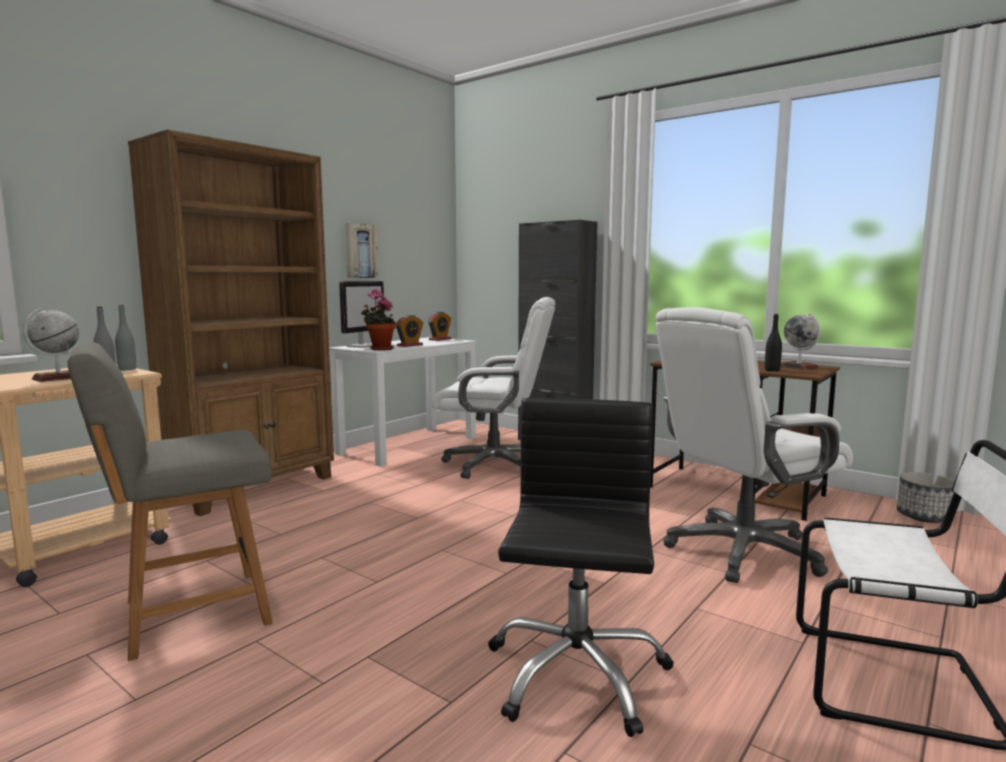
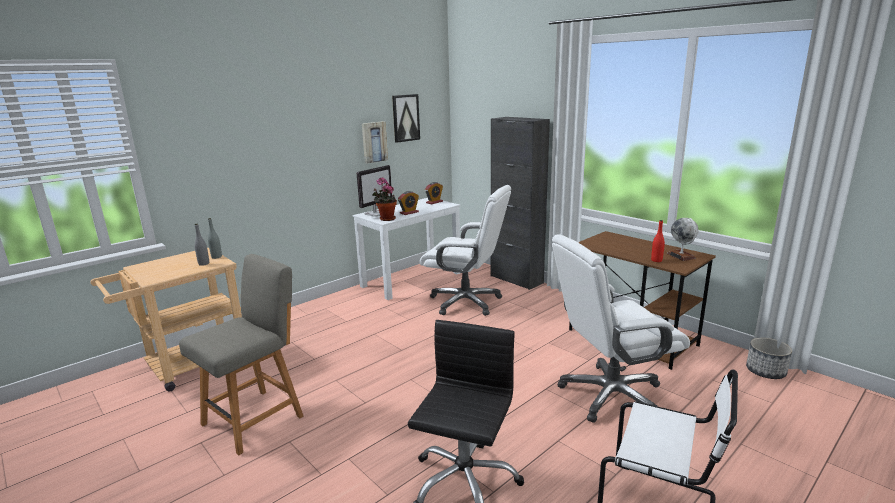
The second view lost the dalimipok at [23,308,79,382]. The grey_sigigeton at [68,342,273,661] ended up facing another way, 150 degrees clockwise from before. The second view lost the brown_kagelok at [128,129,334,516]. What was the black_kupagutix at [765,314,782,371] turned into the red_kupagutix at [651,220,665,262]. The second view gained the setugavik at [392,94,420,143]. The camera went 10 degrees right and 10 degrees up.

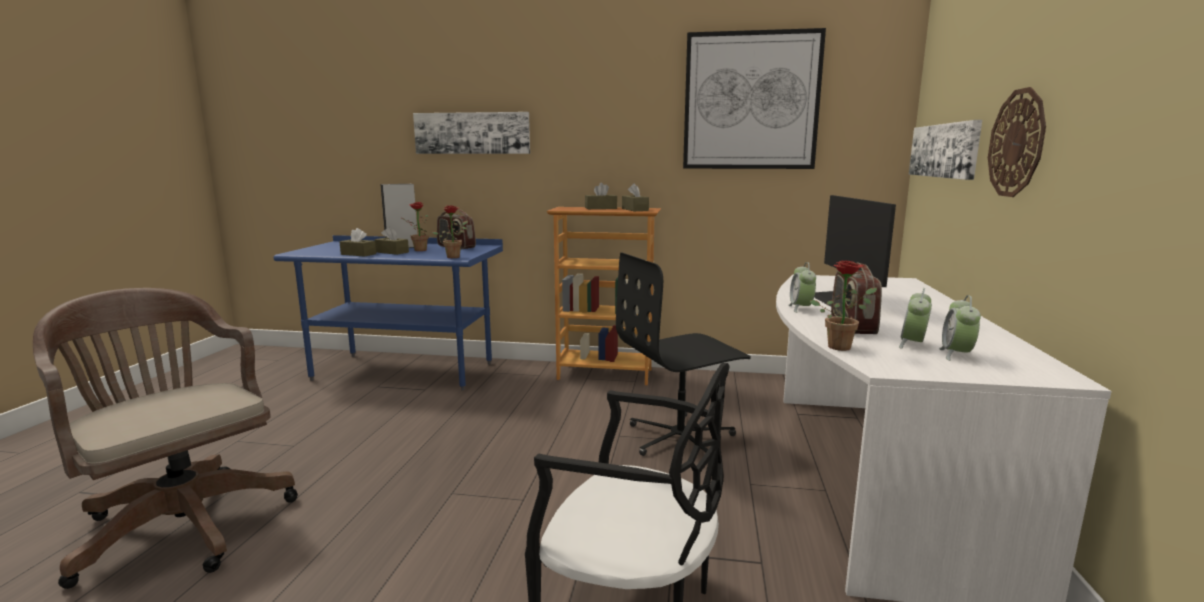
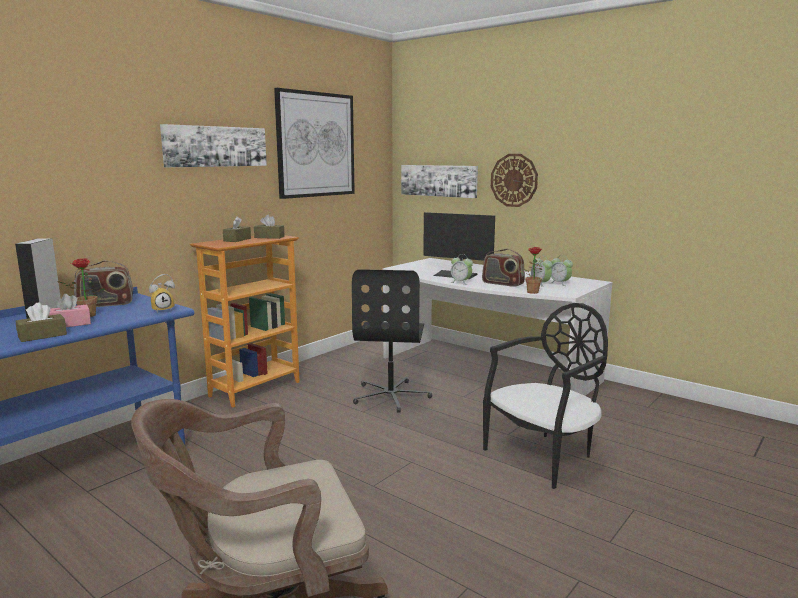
What was the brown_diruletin at [374,227,409,255] turned into the pink_diruletin at [49,294,91,327]. The setugavik ended up elsewhere, having gone from [413,112,530,154] to [160,124,267,167]. Where the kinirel stood at [432,205,468,258], the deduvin came to stand at [149,274,175,313]. The camera went 60 degrees left and 0 degrees up.

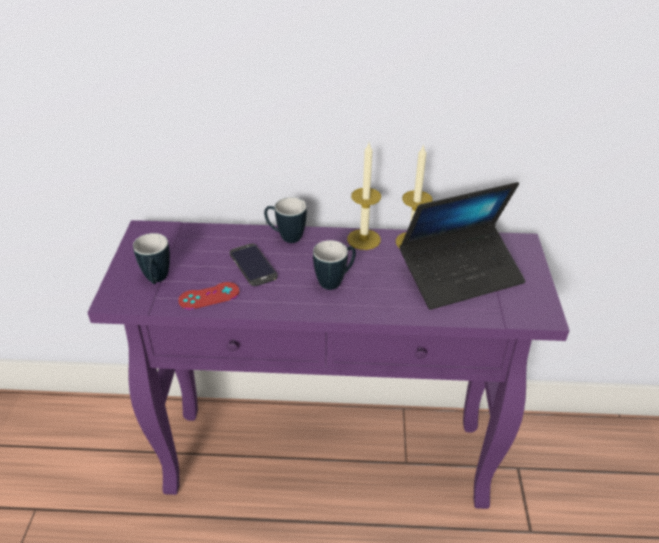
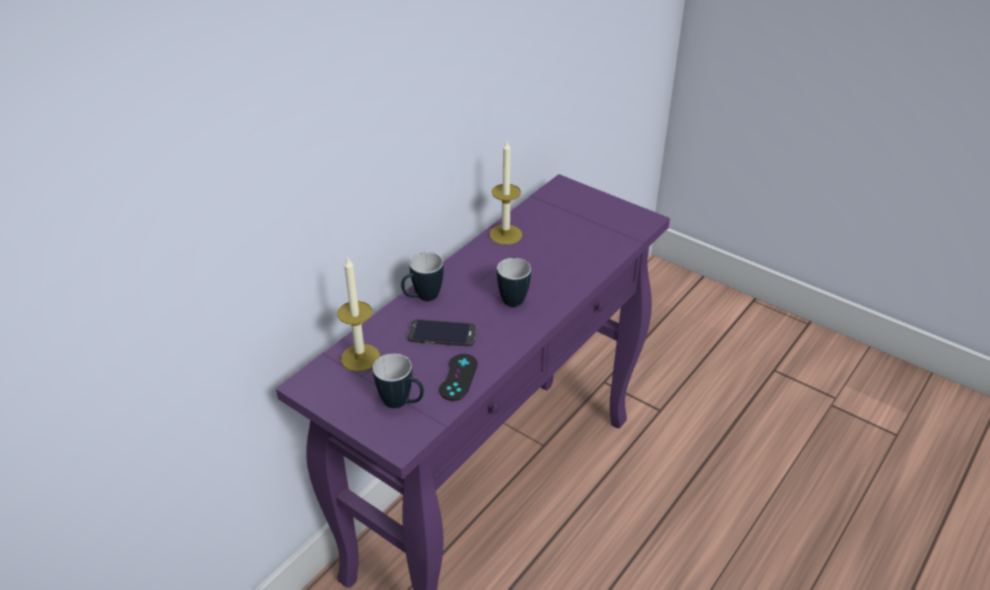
What was the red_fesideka at [178,282,239,309] turned into the black_fesideka at [439,354,478,401]. The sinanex ended up elsewhere, having gone from [347,143,381,250] to [337,256,380,372]. The second view lost the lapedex at [400,182,525,310]. The camera went 55 degrees left and 0 degrees up.

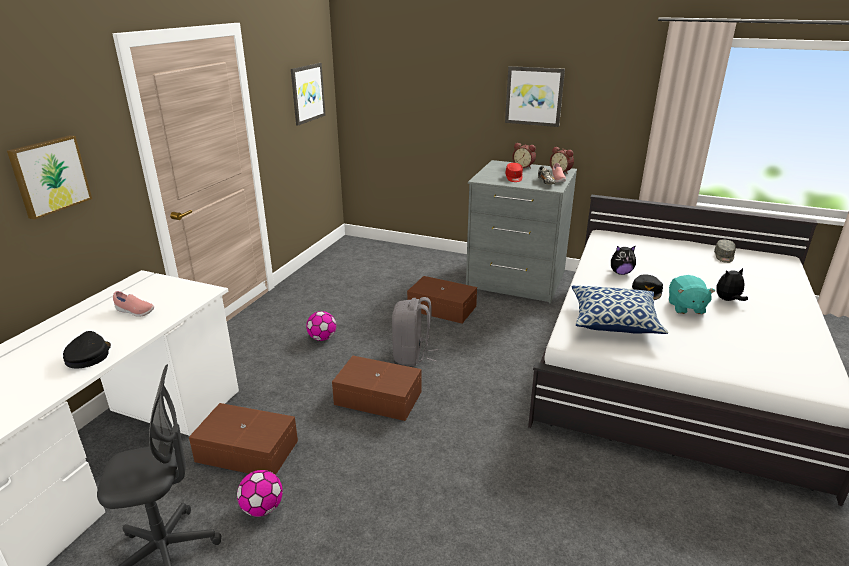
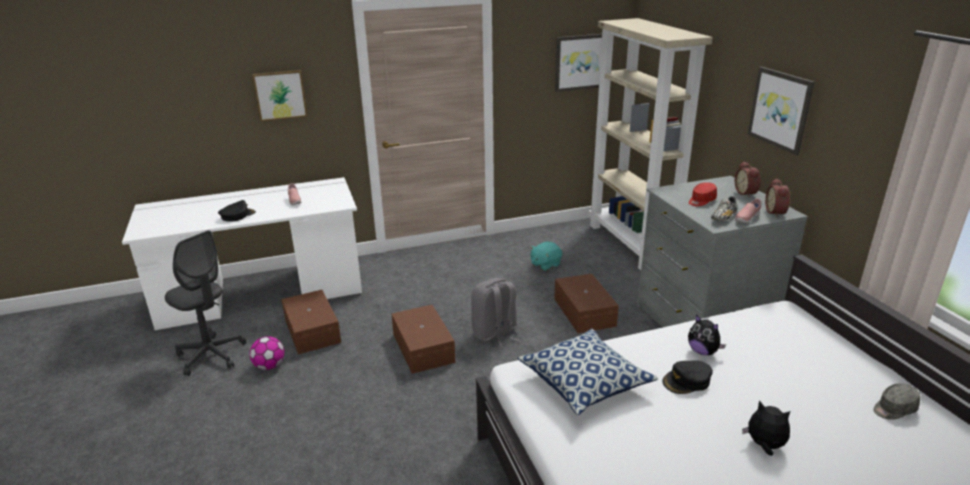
The second view lost the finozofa at [306,311,336,341]. The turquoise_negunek ended up elsewhere, having gone from [669,275,715,314] to [530,242,562,271]. The second view gained the beige_kagelok at [589,18,713,270]. The camera went 50 degrees right and 0 degrees up.

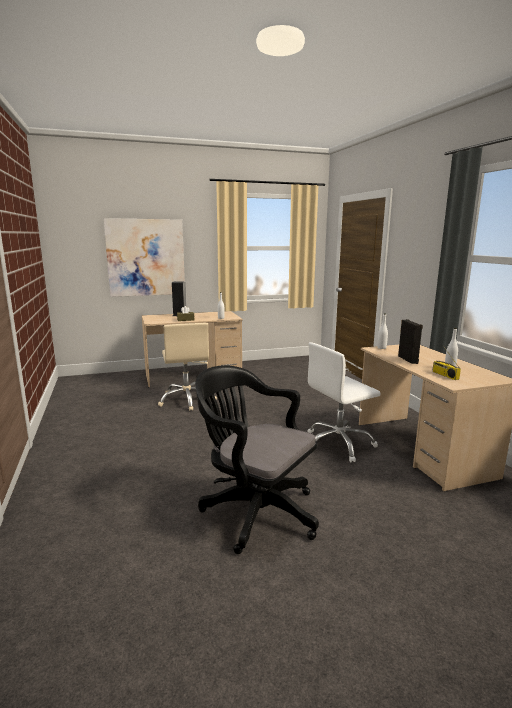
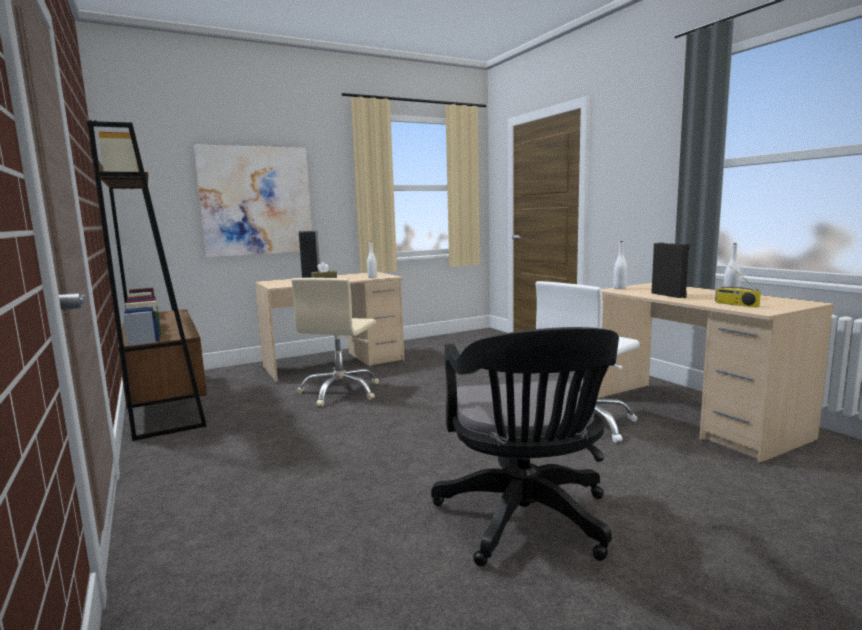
The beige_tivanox at [158,323,217,411] ended up facing another way, 45 degrees clockwise from before. The black_tivanox at [195,365,319,554] ended up facing another way, 120 degrees counterclockwise from before. The second view gained the brown_kagelok at [87,120,207,441]. The camera went 10 degrees left and 5 degrees down.

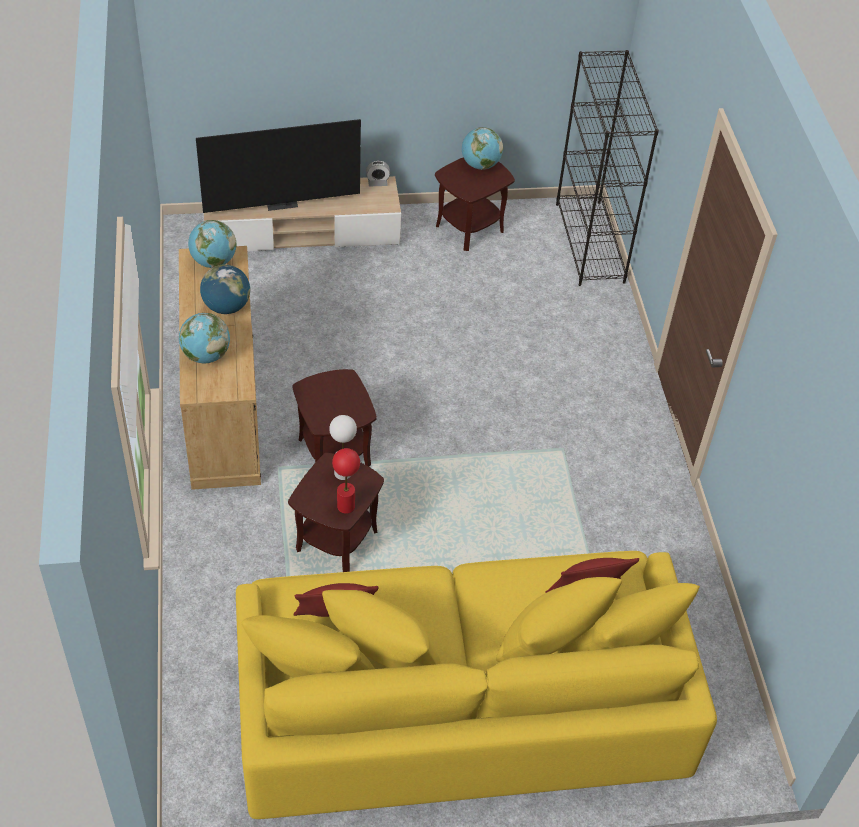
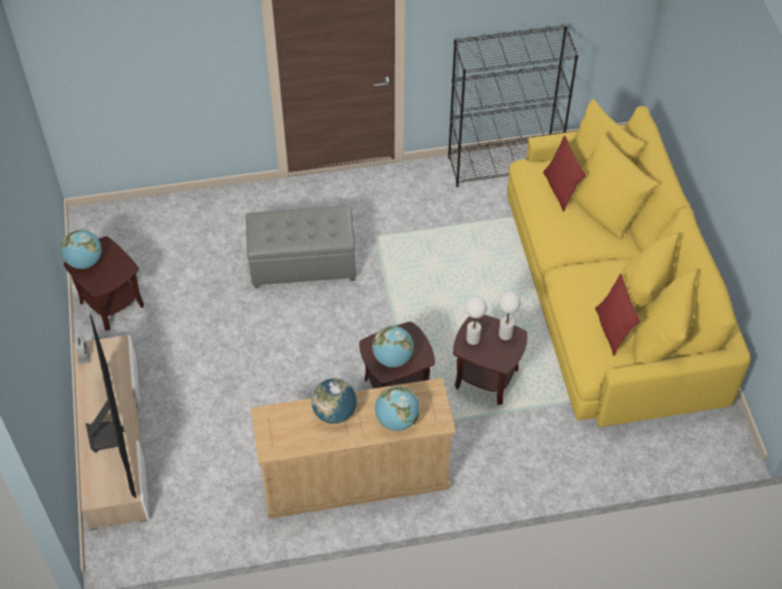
The dalimipok ended up elsewhere, having gone from [188,220,236,268] to [372,326,414,367]. What was the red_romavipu at [332,448,360,514] turned into the white_romavipu at [499,292,521,340]. The black_kagelok ended up elsewhere, having gone from [556,50,659,286] to [448,25,578,187]. The second view gained the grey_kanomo at [246,206,356,288]. The camera went 90 degrees left and 5 degrees up.

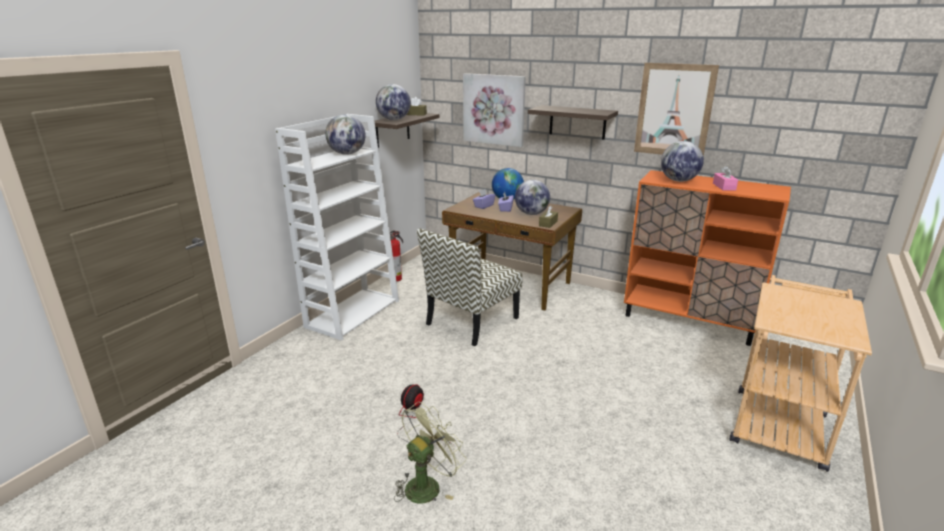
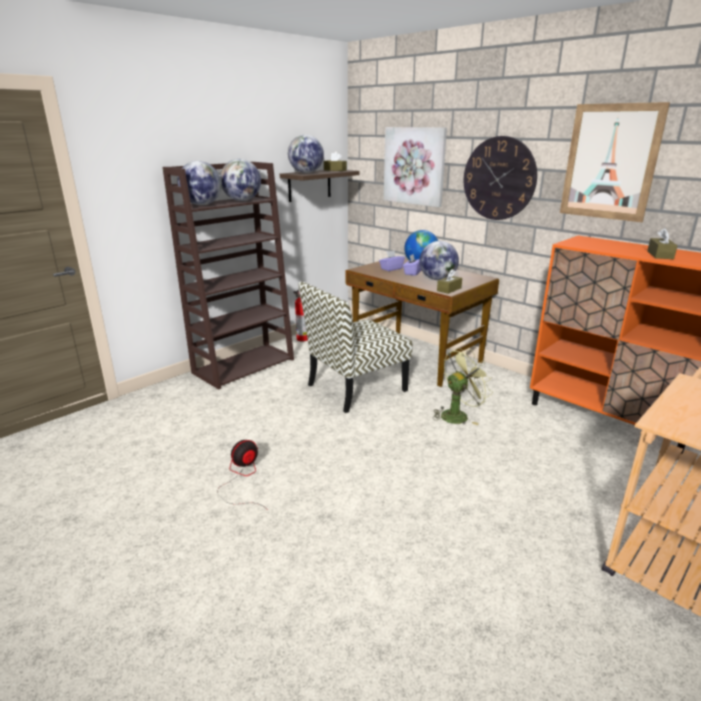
What was the white_kagelok at [275,114,399,341] turned into the brown_kagelok at [162,162,294,390]. The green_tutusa ended up elsewhere, having gone from [394,402,466,504] to [433,348,493,425]. Where the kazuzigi hung at [528,105,618,139], the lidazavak came to hang at [464,136,537,220]. The dalimipok ended up elsewhere, having gone from [661,141,704,182] to [177,161,222,205]. What was the pink_diruletin at [713,166,738,190] turned into the brown_diruletin at [647,228,678,259]. The camera went 15 degrees right and 0 degrees up.

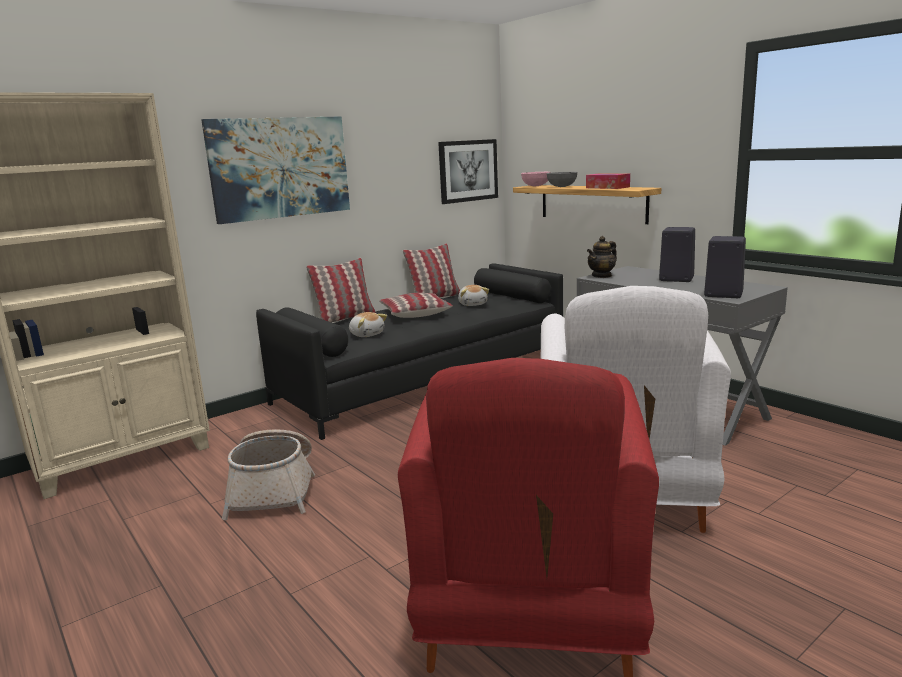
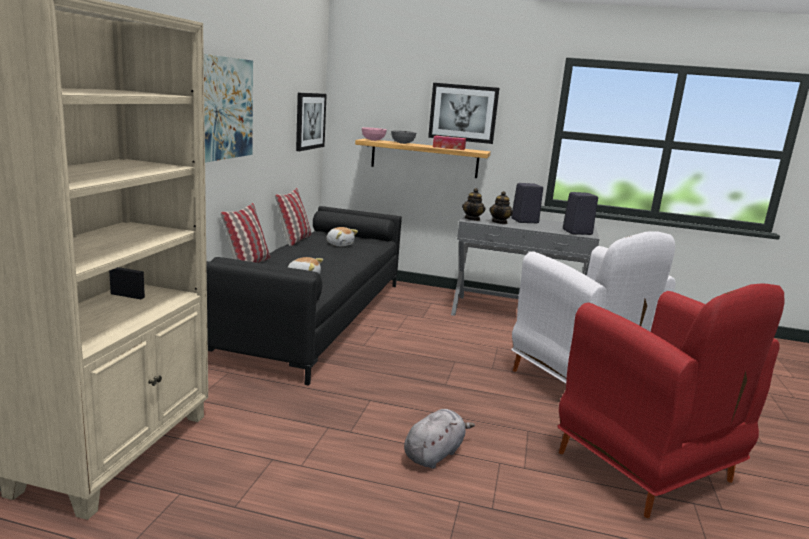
The second view lost the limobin at [222,429,315,520]. The second view lost the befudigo at [379,293,453,318]. The second view gained the grey_negunek at [404,409,475,469]. The second view gained the setugavik at [428,83,499,144]. The second view gained the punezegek at [489,191,513,224]. The camera went 40 degrees left and 0 degrees up.

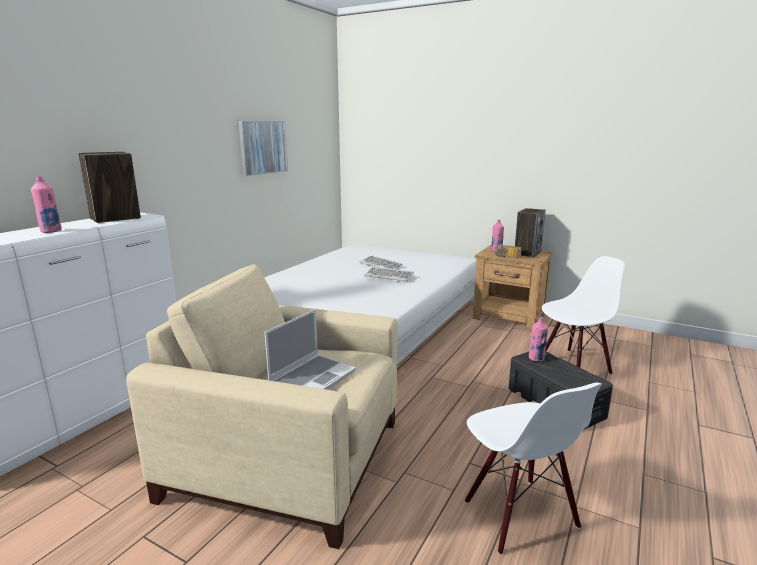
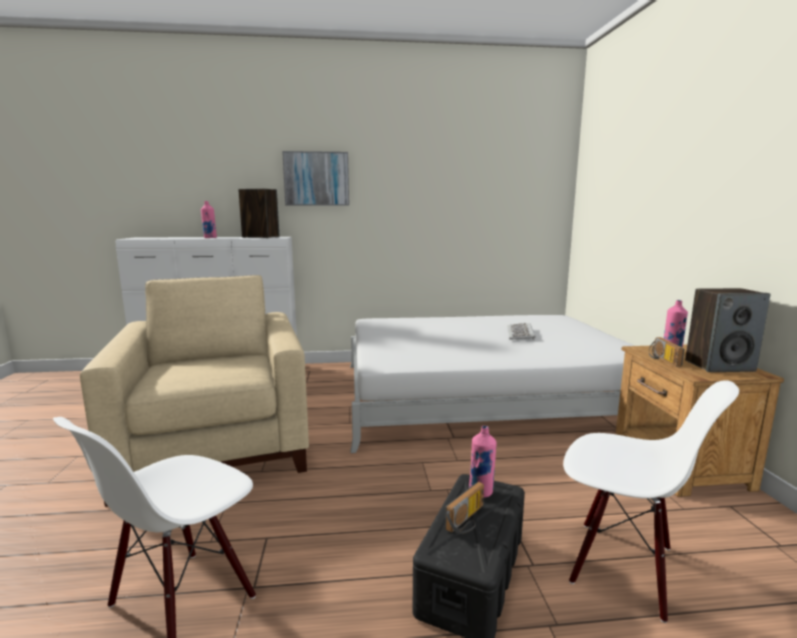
The setugavik ended up elsewhere, having gone from [239,121,288,176] to [282,151,349,206]. The second view lost the lapedex at [265,309,356,390]. The second view lost the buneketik at [364,267,414,281]. The second view gained the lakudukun at [445,482,484,534]. The camera went 55 degrees right and 5 degrees down.

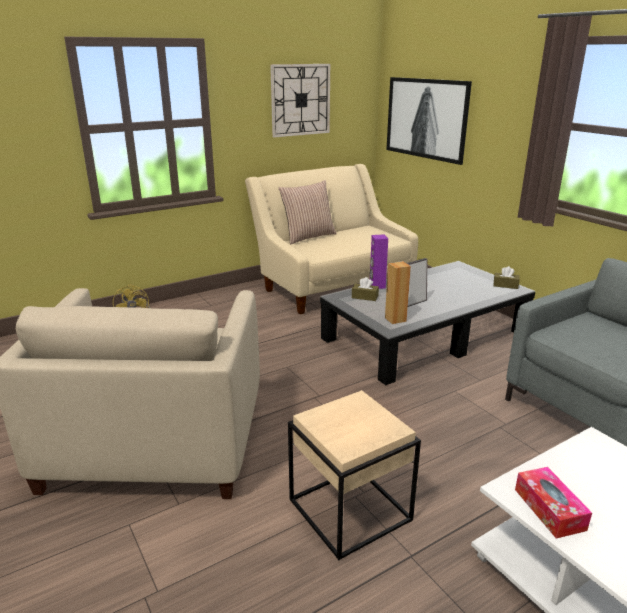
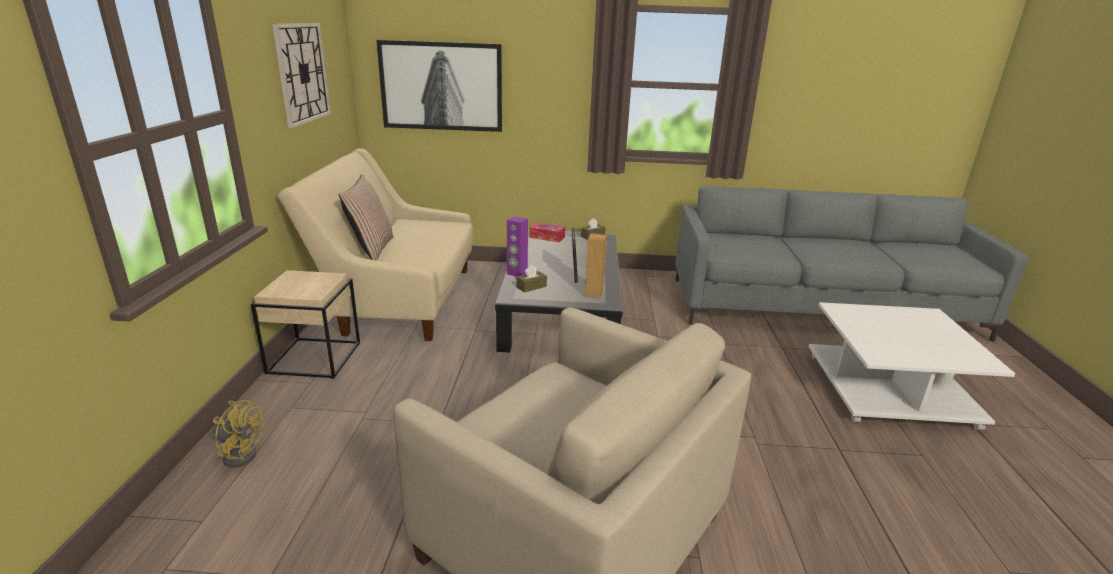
The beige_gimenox ended up elsewhere, having gone from [288,390,421,560] to [251,270,360,379]. The diruletin ended up elsewhere, having gone from [515,467,592,539] to [530,223,565,242]. The camera went 55 degrees left and 0 degrees up.

